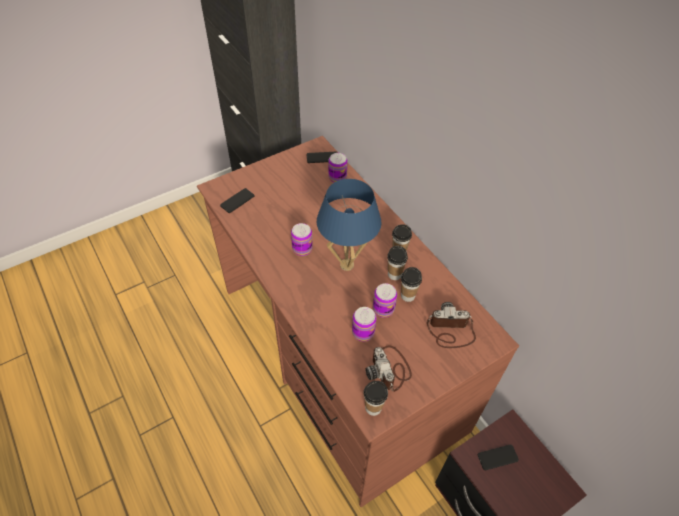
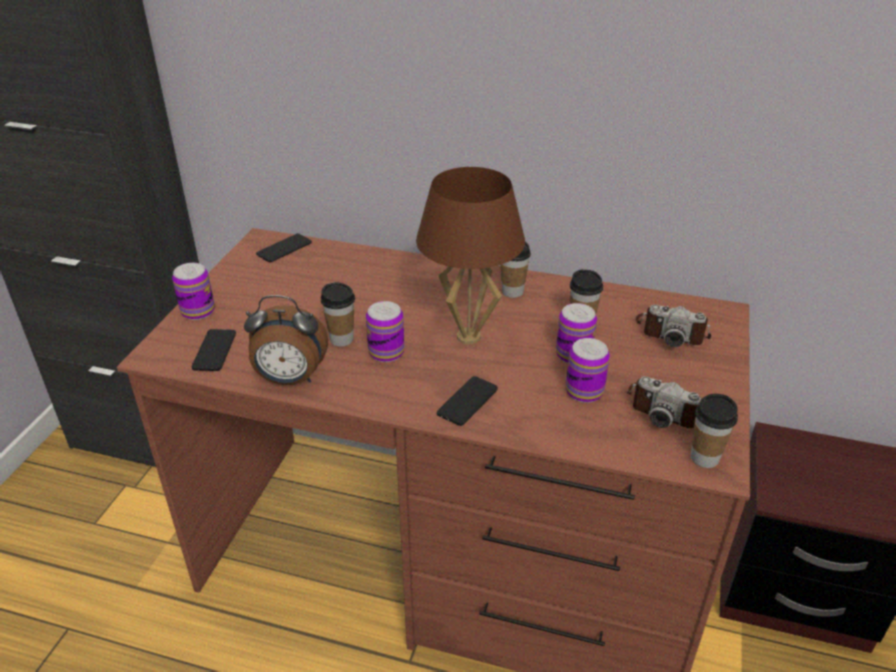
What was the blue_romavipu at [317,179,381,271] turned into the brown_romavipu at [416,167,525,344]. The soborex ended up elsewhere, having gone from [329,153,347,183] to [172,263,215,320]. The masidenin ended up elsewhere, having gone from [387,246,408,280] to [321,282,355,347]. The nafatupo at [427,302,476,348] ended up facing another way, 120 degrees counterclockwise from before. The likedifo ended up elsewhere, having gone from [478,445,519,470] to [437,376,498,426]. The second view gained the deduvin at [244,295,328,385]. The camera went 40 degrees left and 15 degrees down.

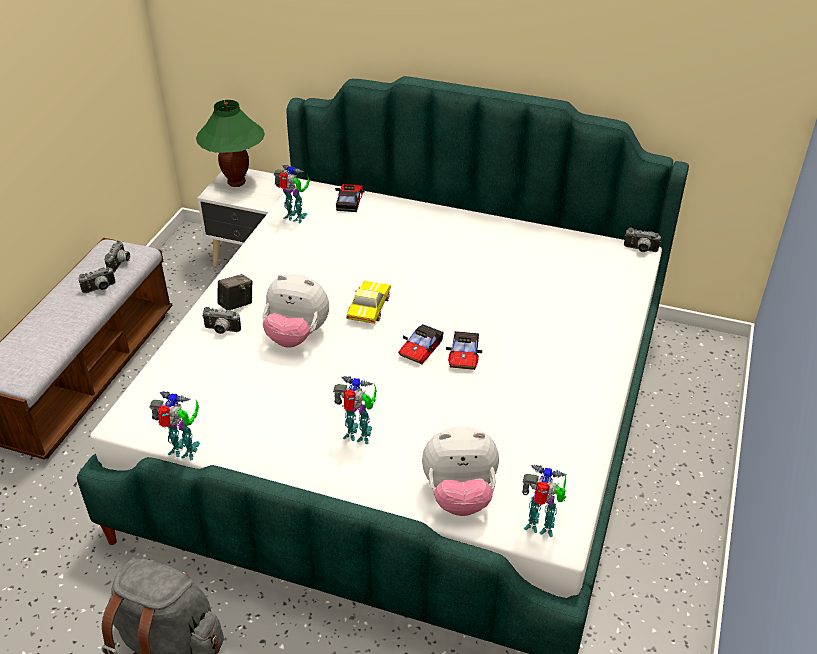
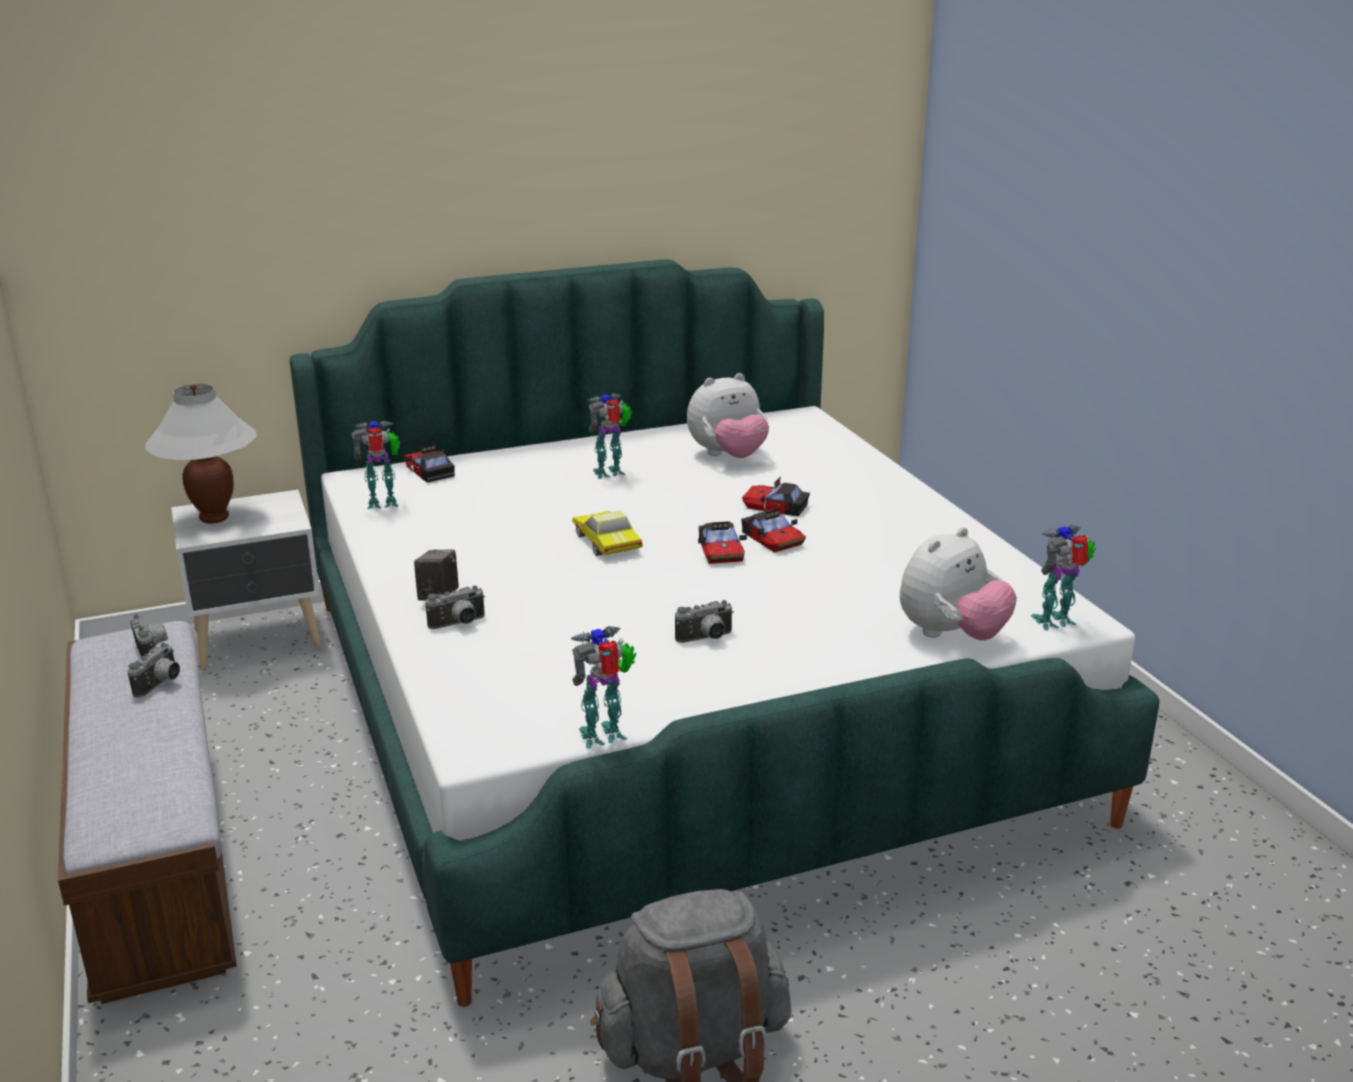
What was the green_romavipu at [196,100,265,187] turned into the white_romavipu at [145,383,257,524]. The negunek ended up elsewhere, having gone from [263,274,329,348] to [687,373,769,458]. The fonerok ended up elsewhere, having gone from [333,376,377,444] to [587,393,632,479]. The nafatupo ended up elsewhere, having gone from [624,228,661,252] to [675,600,734,643]. The second view gained the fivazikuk at [742,477,810,516]. The camera went 40 degrees left and 15 degrees down.

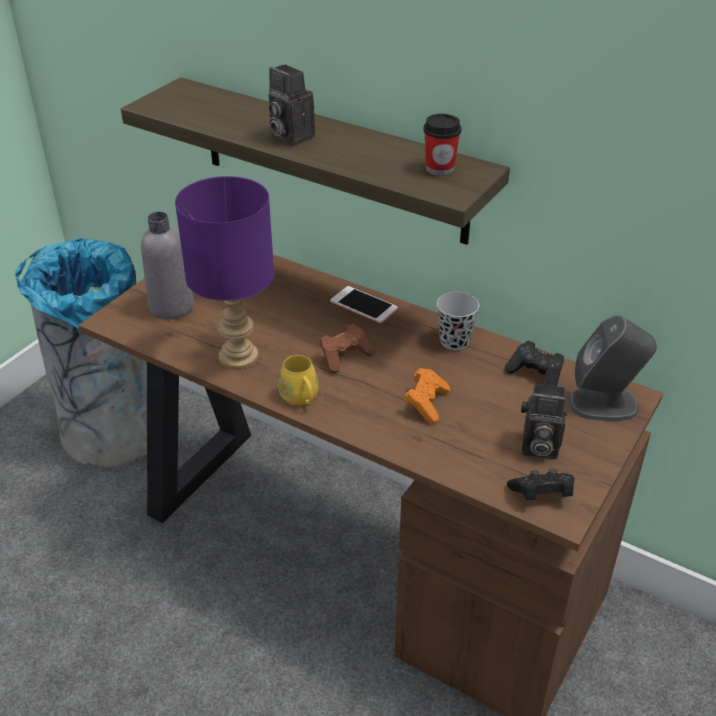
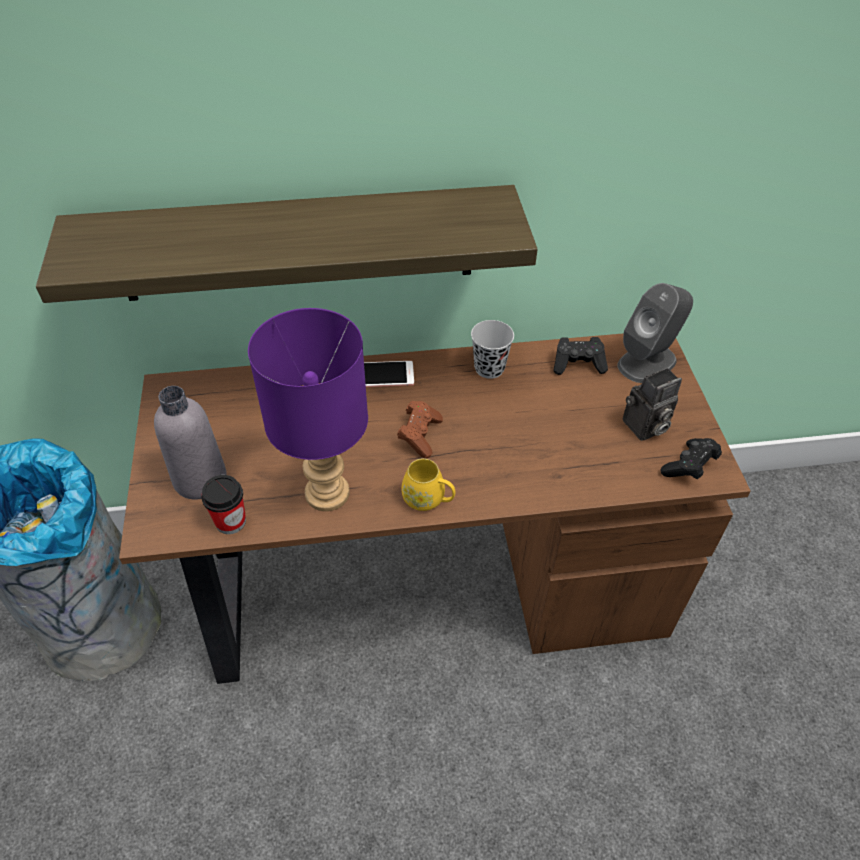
The second view lost the nafatupo at [269,65,315,146]. The second view lost the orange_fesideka at [404,368,450,424]. The masidenin ended up elsewhere, having gone from [423,114,461,176] to [201,475,246,534]. The camera went 40 degrees left and 10 degrees up.

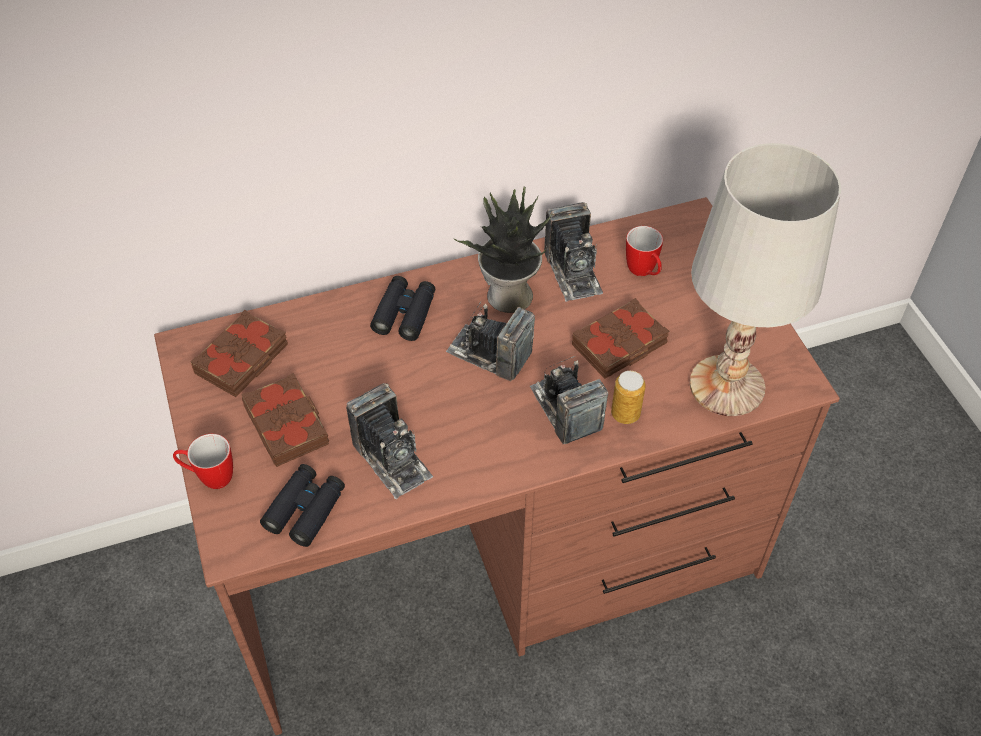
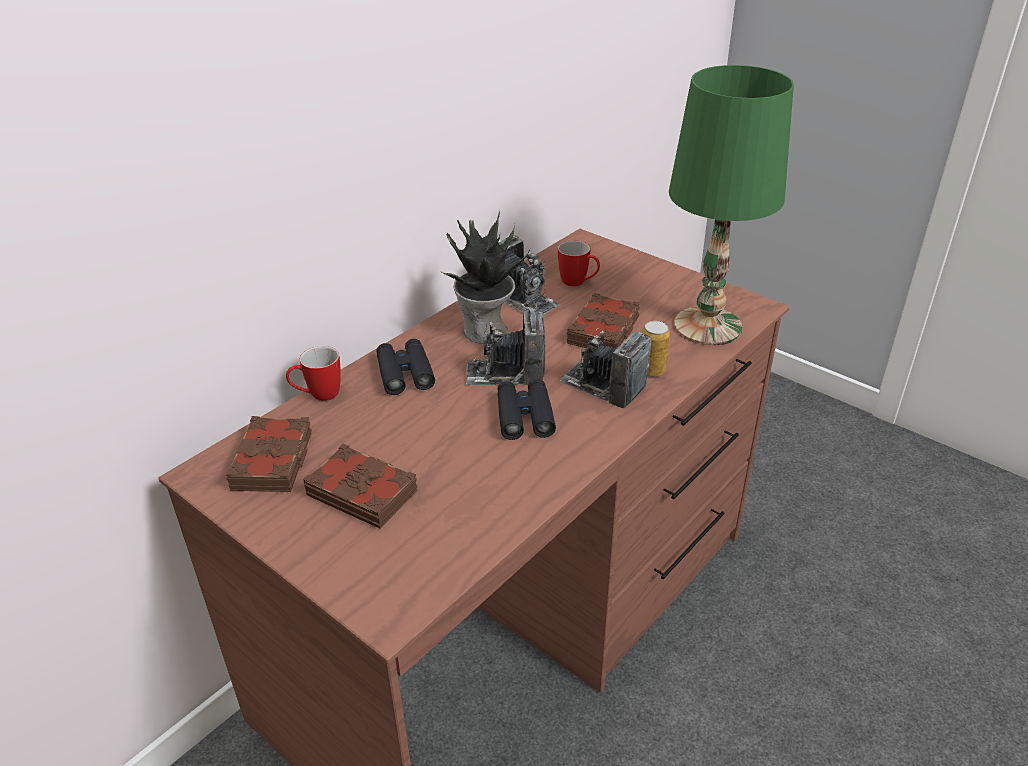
The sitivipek ended up elsewhere, having gone from [173,434,233,489] to [286,346,341,401]. The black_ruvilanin ended up elsewhere, having gone from [260,464,345,547] to [497,379,556,440]. The second view lost the nafatupo at [346,383,433,499]. What was the white_romavipu at [690,143,841,416] turned into the green_romavipu at [669,65,794,346]. The camera went 30 degrees left and 15 degrees down.

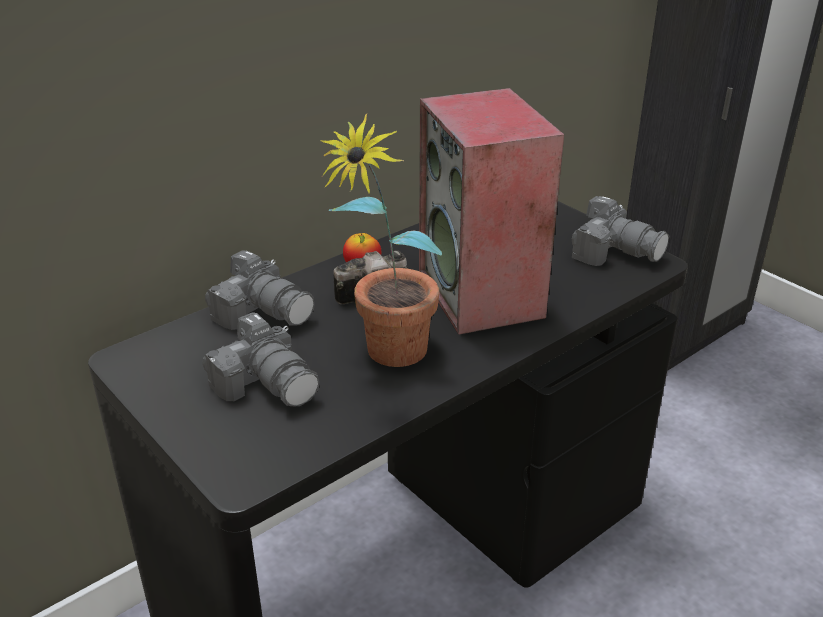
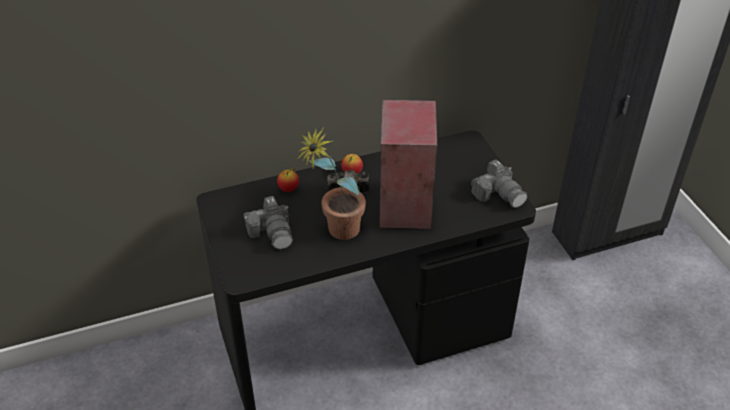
Where the nafatupo stood at [205,250,315,330], the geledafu came to stand at [277,168,299,192]. The camera went 20 degrees right and 10 degrees up.

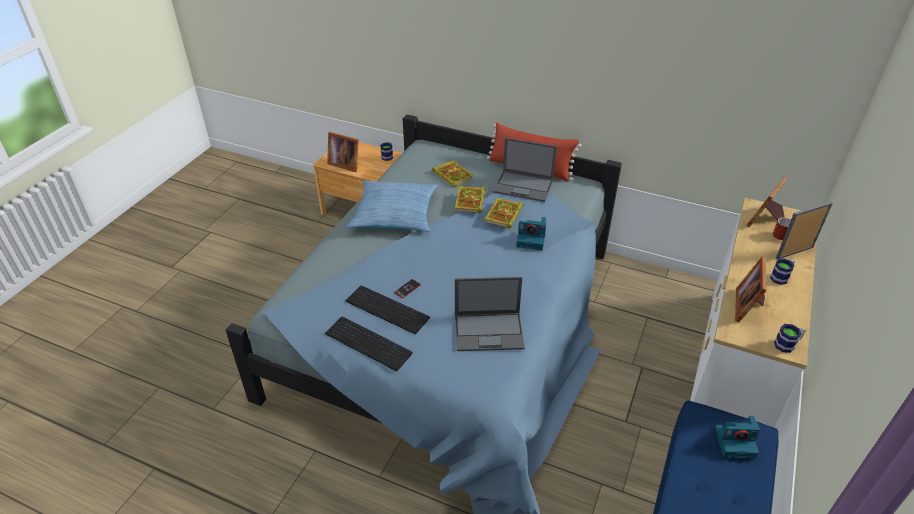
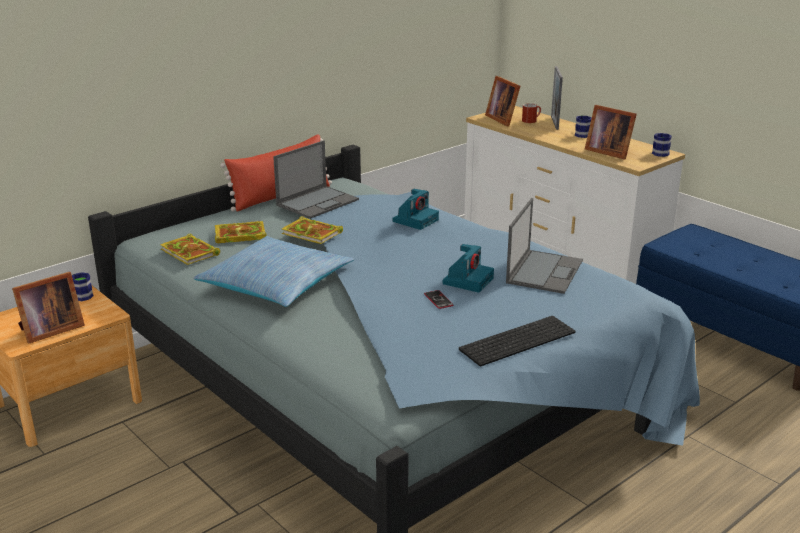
The second view lost the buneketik at [346,285,430,334]. The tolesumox ended up elsewhere, having gone from [485,198,524,229] to [160,234,220,265]. The nafatupo ended up elsewhere, having gone from [715,416,760,459] to [443,244,494,293]. The camera went 65 degrees left and 15 degrees down.

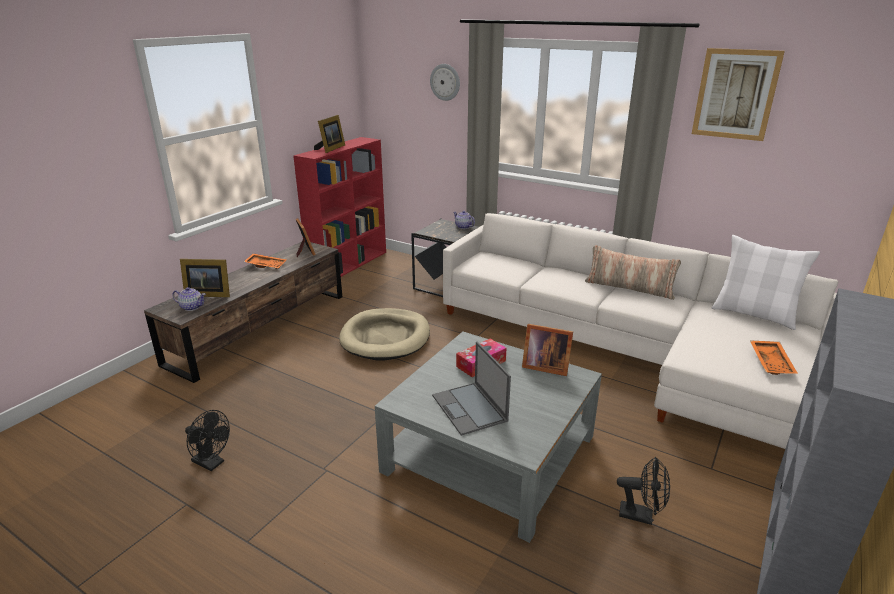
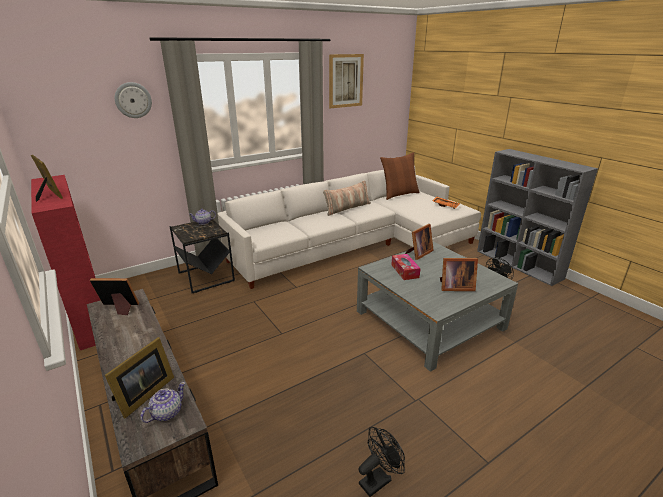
The second view lost the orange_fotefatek at [244,253,287,269]. The second view lost the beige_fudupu at [339,308,430,361]. Where the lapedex stood at [432,341,511,436], the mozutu came to stand at [440,258,478,291]. What was the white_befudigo at [711,235,820,330] turned into the brown_befudigo at [380,152,420,200]. The camera went 65 degrees left and 0 degrees up.

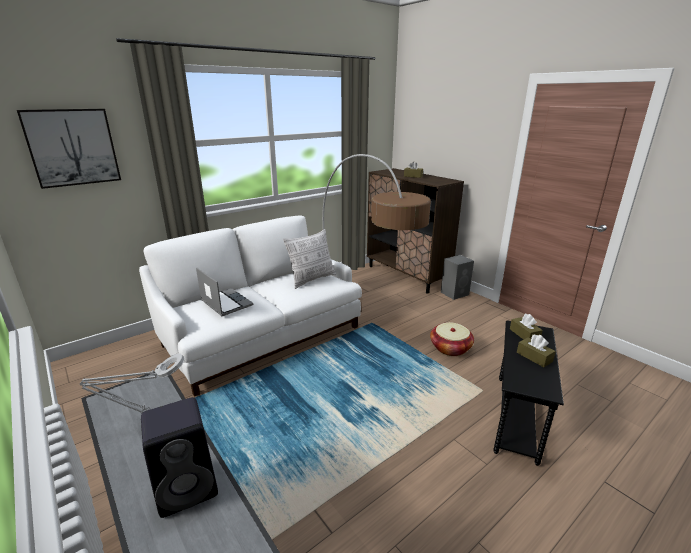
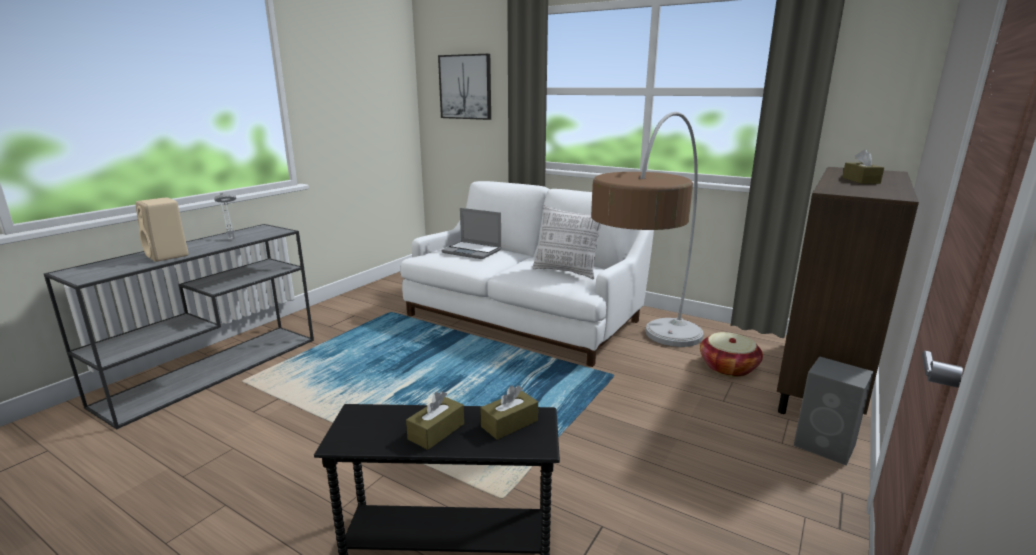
What was the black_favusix at [141,397,218,518] turned into the beige_favusix at [135,197,189,262]. The lapedex at [196,267,253,316] ended up facing another way, 90 degrees clockwise from before. The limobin ended up elsewhere, having gone from [430,322,474,356] to [700,332,763,377]. The camera went 70 degrees right and 5 degrees down.

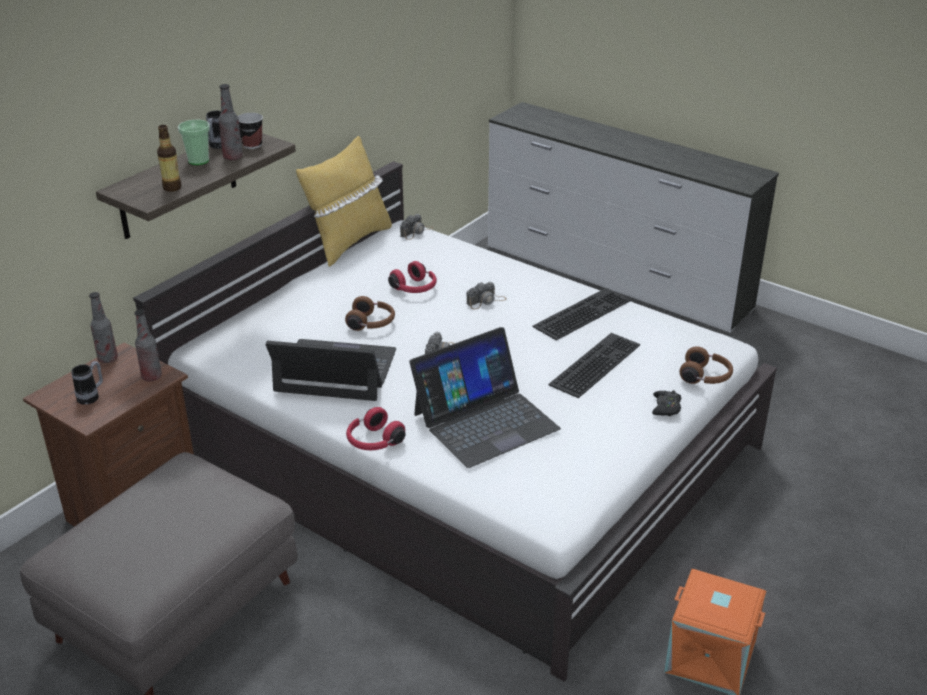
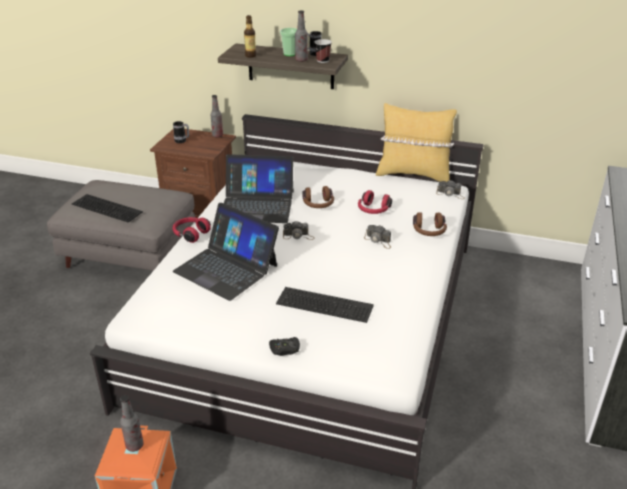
The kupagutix ended up elsewhere, having gone from [135,309,162,381] to [120,395,144,452]. The lapedex at [265,339,396,401] ended up facing another way, 105 degrees clockwise from before. The buneketik ended up elsewhere, having gone from [533,288,630,340] to [72,194,143,222]. The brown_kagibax ended up elsewhere, having gone from [679,346,733,384] to [413,212,447,236]. The camera went 70 degrees right and 0 degrees up.

